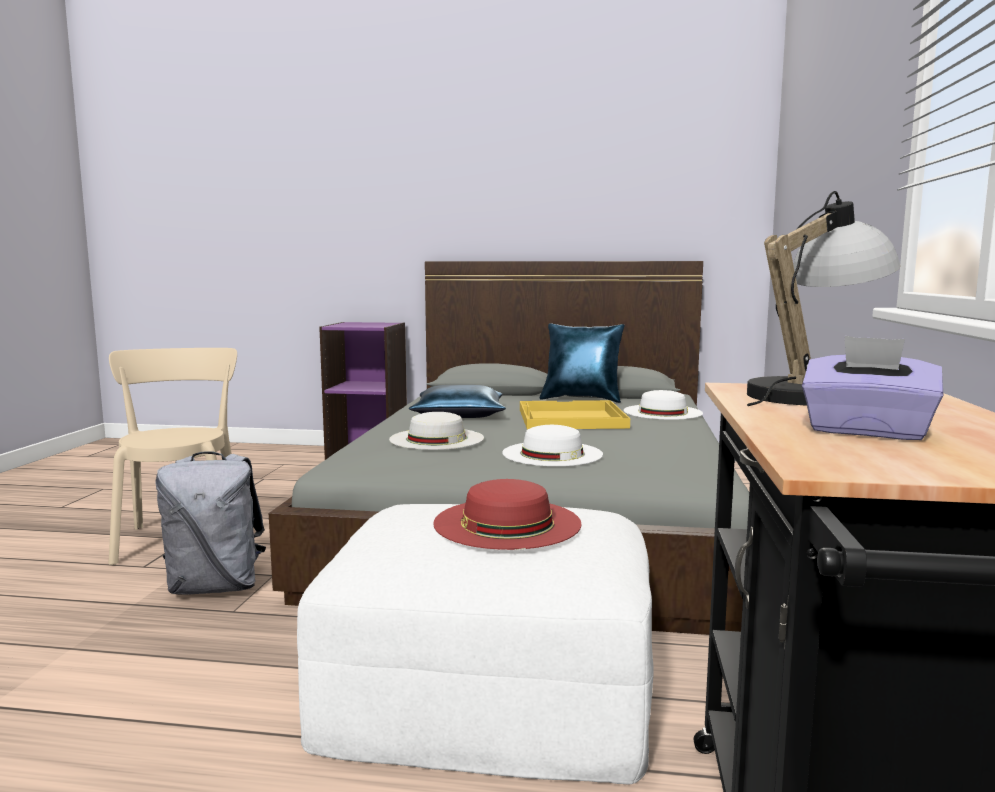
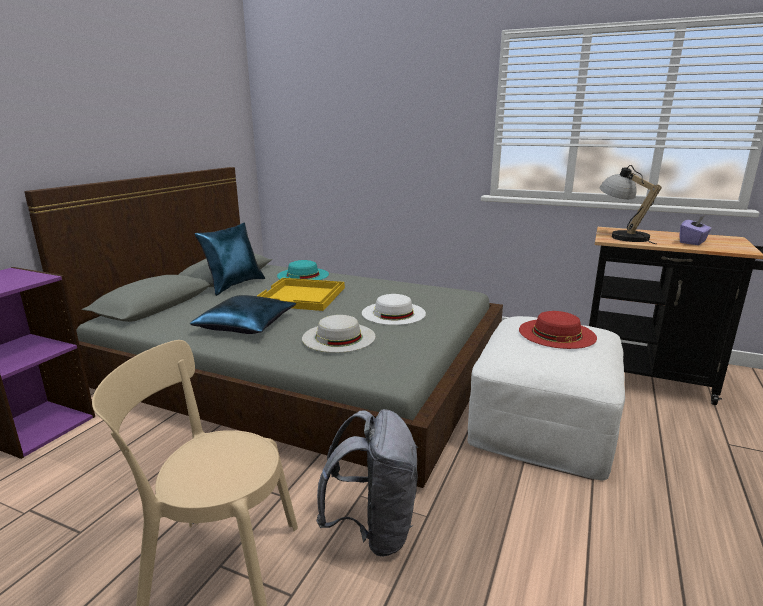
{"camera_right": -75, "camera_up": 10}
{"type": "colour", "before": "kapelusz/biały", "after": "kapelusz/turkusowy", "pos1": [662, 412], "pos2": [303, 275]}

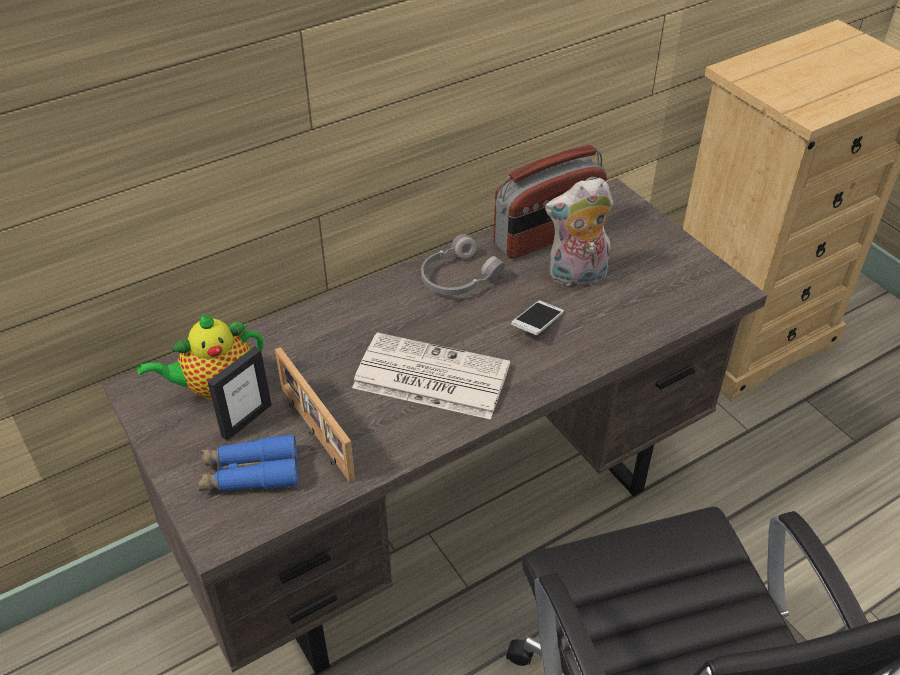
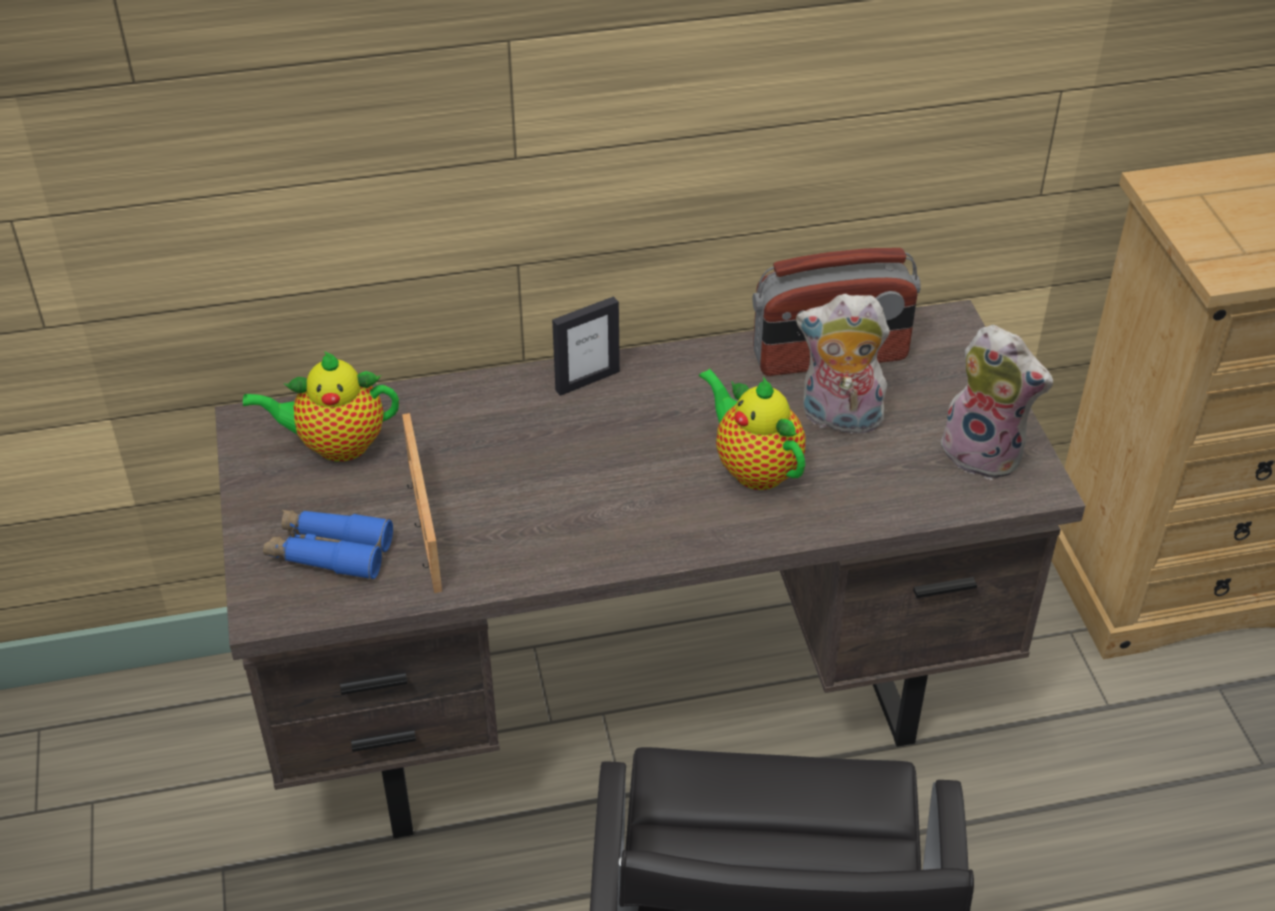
{"camera_right": 20, "camera_up": 0}
{"type": "relocated", "before": "ramka na zdjęcie", "pos1": [246, 420], "pos2": [587, 380]}
{"type": "exchanged", "before": "telefon", "after": "imbryk", "pos1": [537, 324], "pos2": [754, 467]}
{"type": "appeared", "after": "pluszak", "pos2": [985, 453]}
{"type": "missing", "before": "gazeta", "pos1": [429, 377]}
{"type": "missing", "before": "słuchawki/szary", "pos1": [457, 277]}

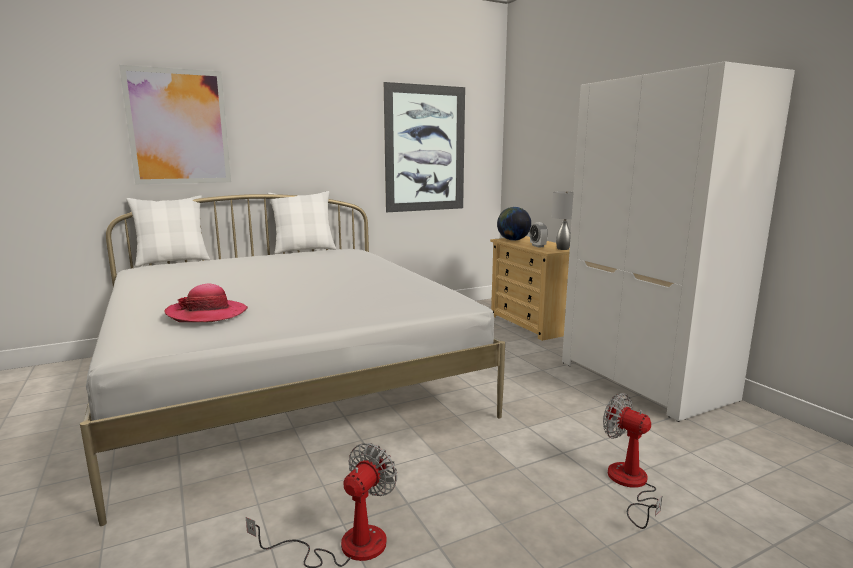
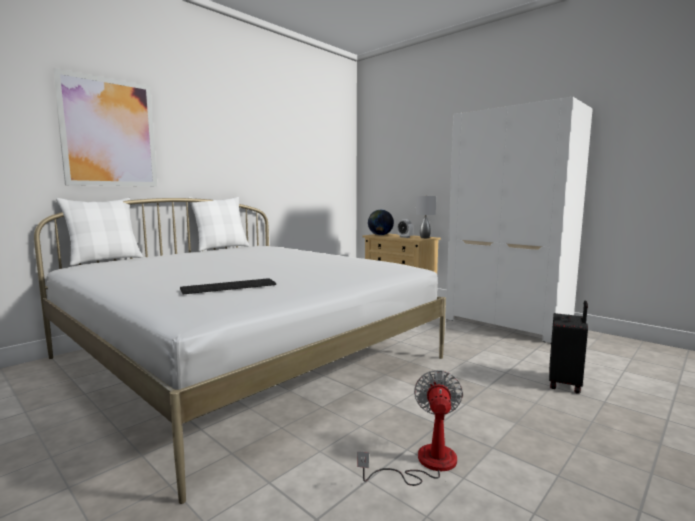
{"camera_right": -20, "camera_up": -5}
{"type": "exchanged", "before": "kapelusz", "after": "klawiatura", "pos1": [207, 314], "pos2": [230, 287]}
{"type": "exchanged", "before": "wentylator", "after": "walizka/czarny", "pos1": [630, 485], "pos2": [565, 383]}
{"type": "missing", "before": "obraz", "pos1": [425, 149]}

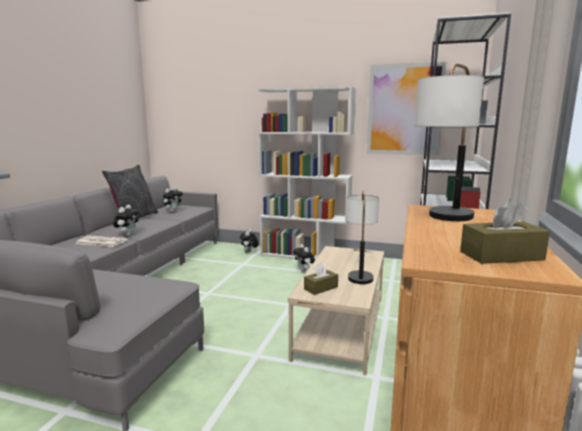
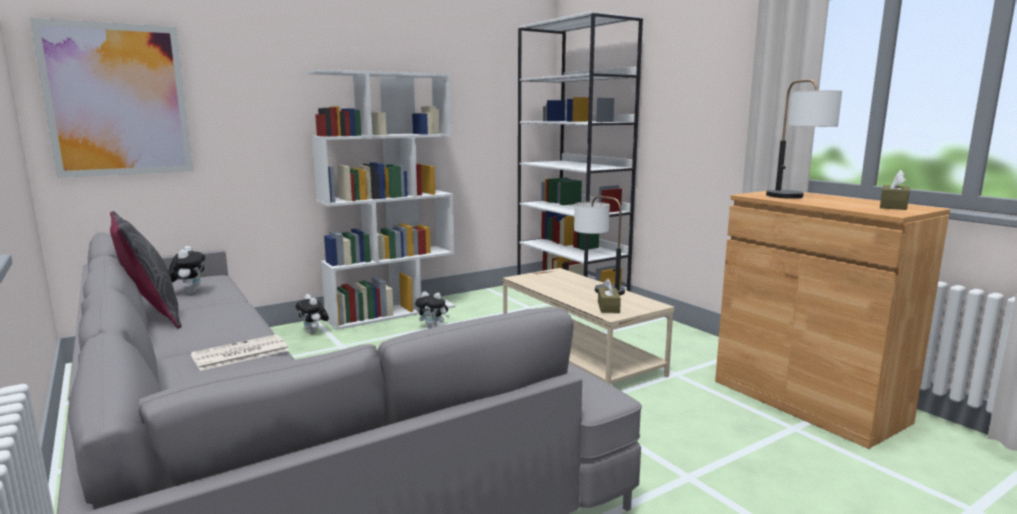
{"camera_right": -50, "camera_up": 0}
{"type": "relocated", "before": "obraz", "pos1": [404, 109], "pos2": [117, 100]}
{"type": "missing", "before": "pluszak", "pos1": [128, 235]}

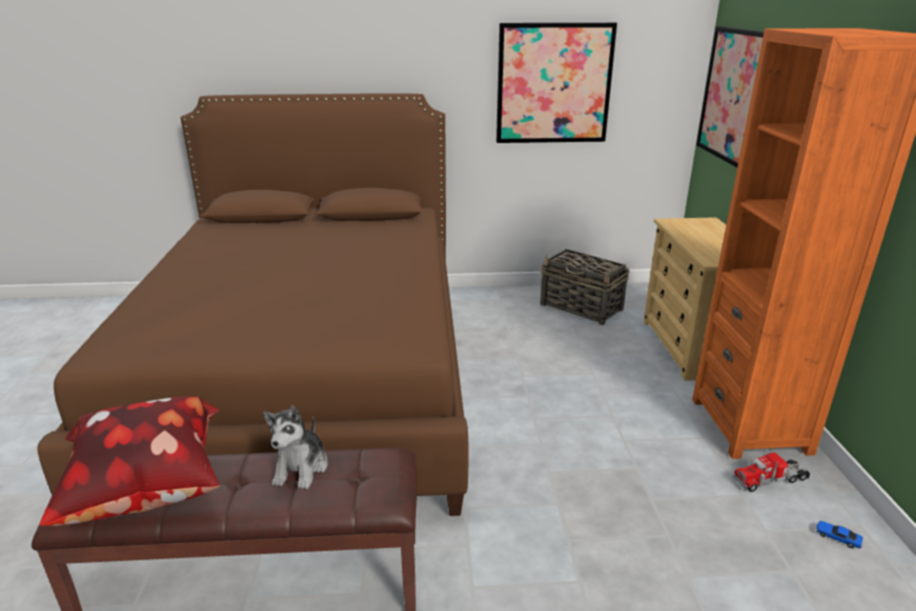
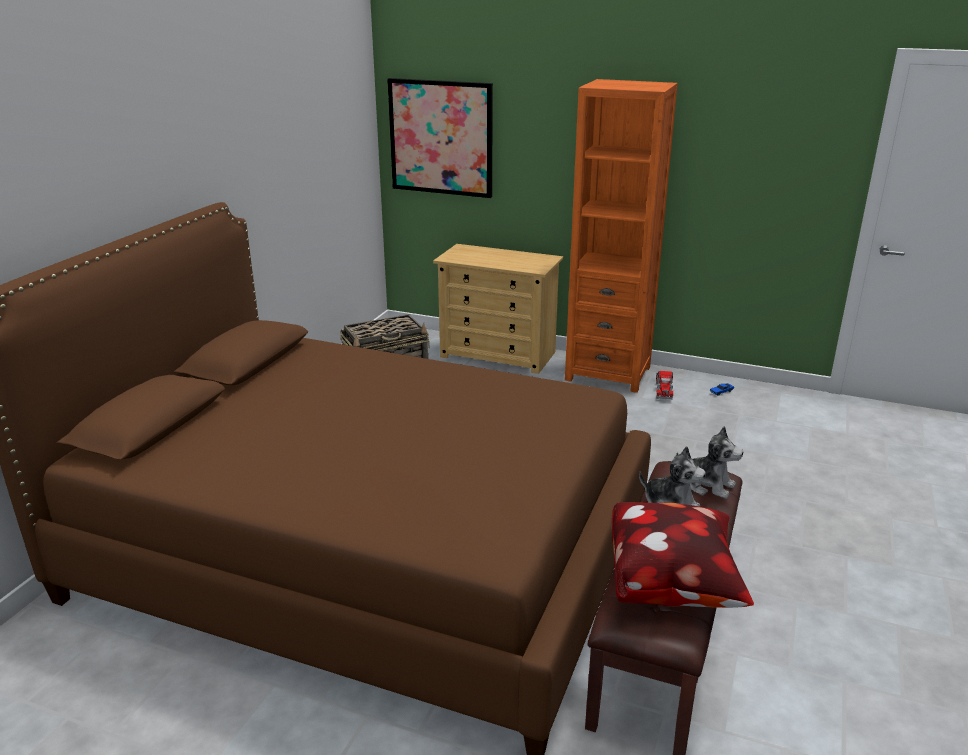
{"camera_right": -65, "camera_up": 0}
{"type": "appeared", "after": "pluszak", "pos2": [707, 485]}
{"type": "missing", "before": "obraz", "pos1": [553, 84]}

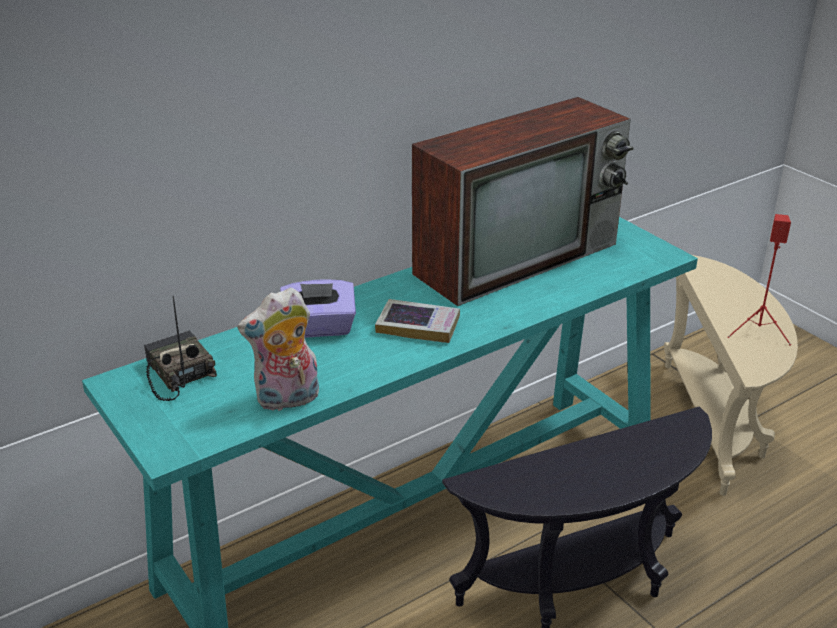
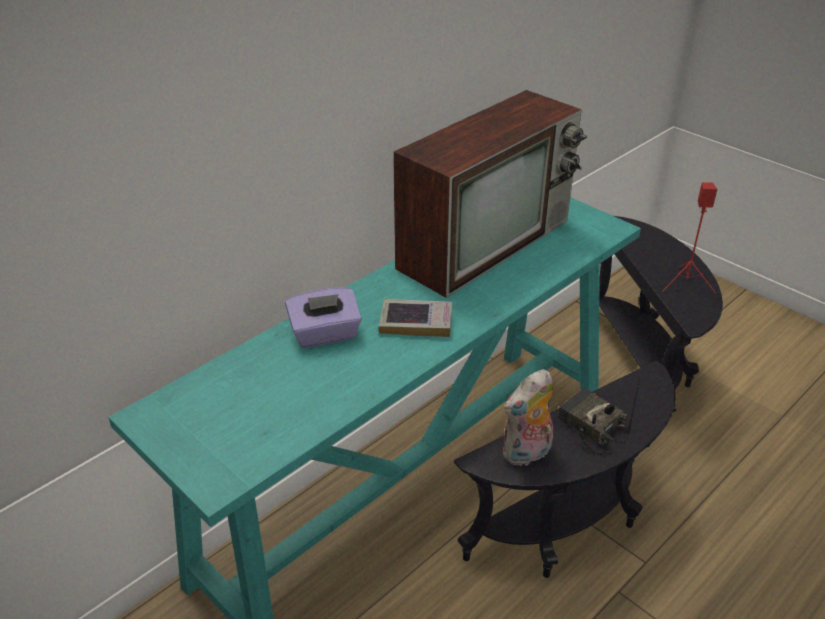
{"camera_right": -10, "camera_up": 5}
{"type": "relocated", "before": "pluszak", "pos1": [287, 400], "pos2": [527, 454]}
{"type": "relocated", "before": "radio", "pos1": [177, 373], "pos2": [590, 427]}
{"type": "colour", "before": "stolik/beżowy", "after": "stolik/czarny", "pos1": [716, 424], "pos2": [644, 360]}

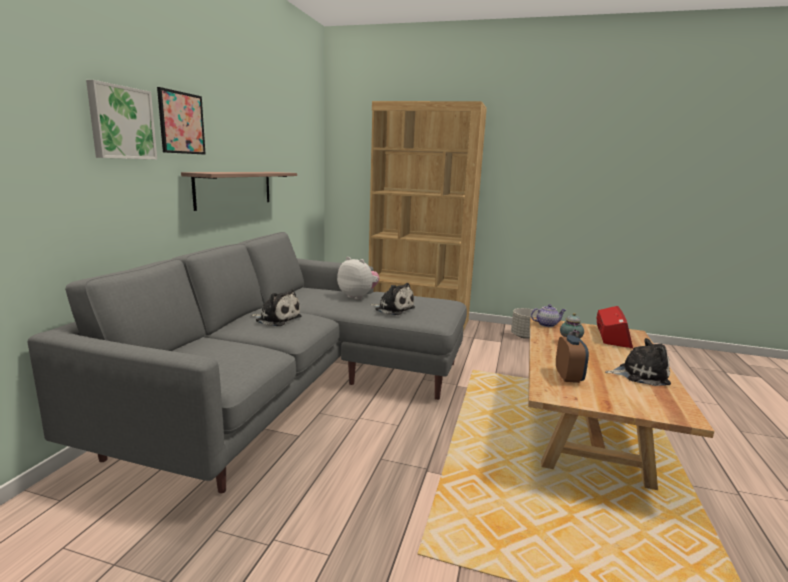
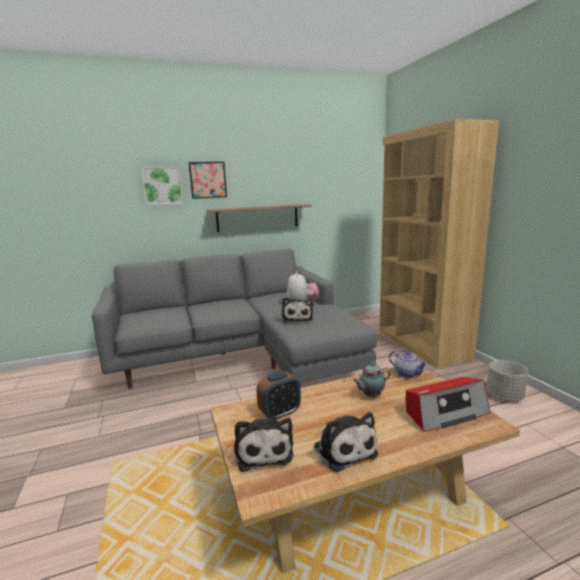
{"camera_right": 55, "camera_up": 0}
{"type": "relocated", "before": "pluszak", "pos1": [276, 319], "pos2": [263, 451]}

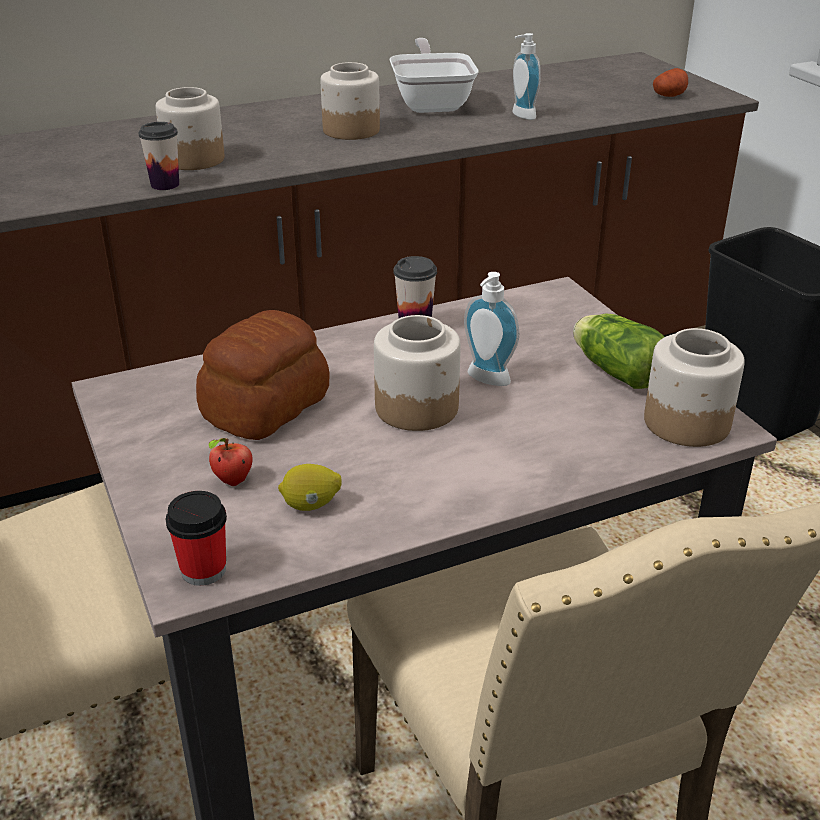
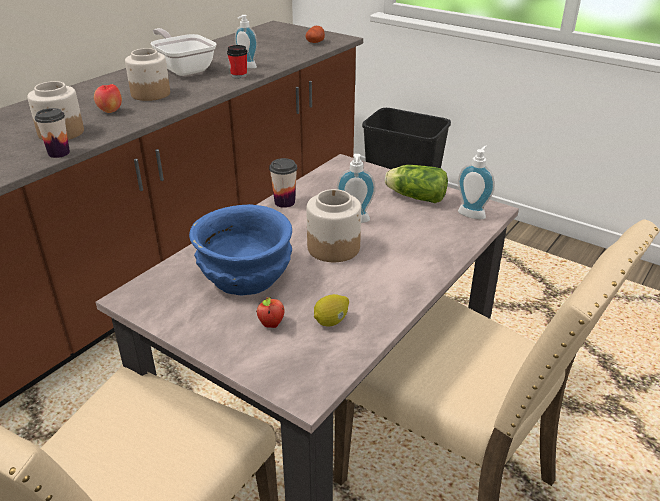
{"camera_right": -30, "camera_up": 0}
{"type": "appeared", "after": "jabłko", "pos2": [110, 111]}
{"type": "exchanged", "before": "chleb", "after": "miska/niebieski", "pos1": [268, 407], "pos2": [247, 275]}
{"type": "relocated", "before": "filiżanka", "pos1": [203, 570], "pos2": [239, 76]}
{"type": "exchanged", "before": "słoik", "after": "dozownik mydła", "pos1": [685, 422], "pos2": [472, 213]}

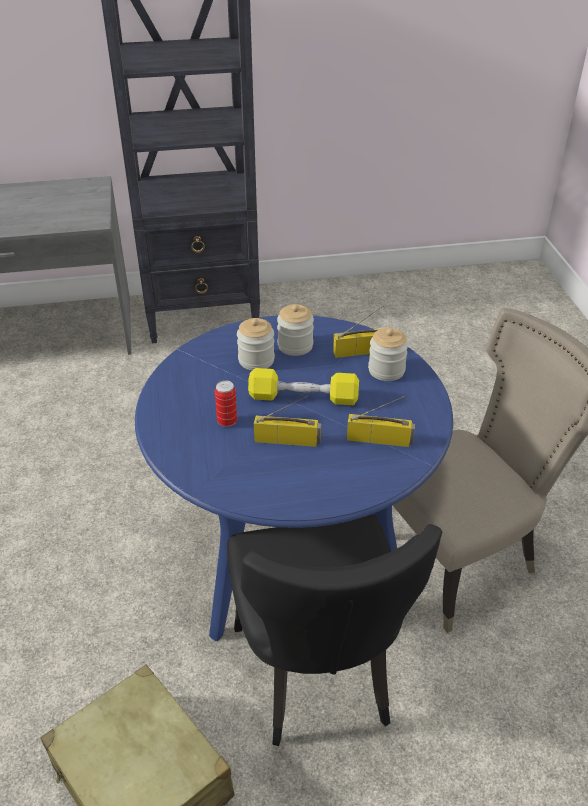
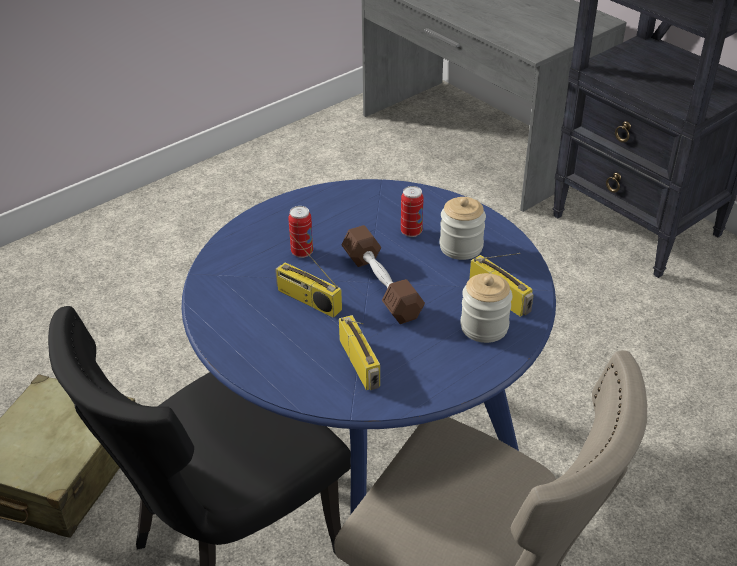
{"camera_right": 60, "camera_up": 0}
{"type": "spun", "before": "radio", "pos1": [287, 439], "pos2": [307, 300], "turn": 150}
{"type": "colour", "before": "hantel/żółty", "after": "hantel/brązowy", "pos1": [303, 397], "pos2": [381, 285]}
{"type": "exchanged", "before": "słoik", "after": "puszka", "pos1": [256, 360], "pos2": [411, 232]}

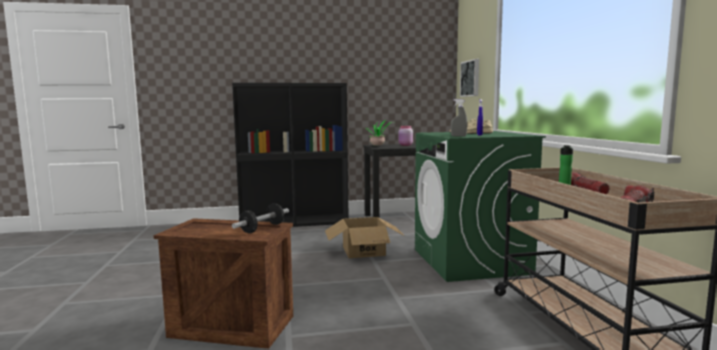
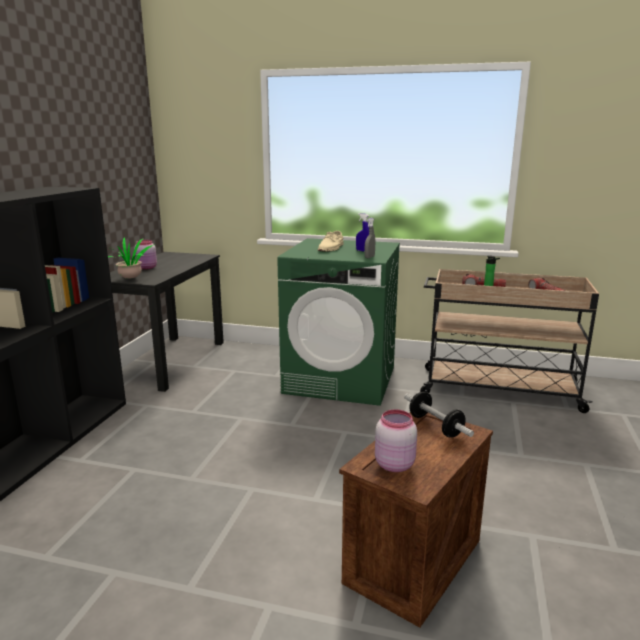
{"camera_right": -65, "camera_up": 10}
{"type": "appeared", "after": "słoik/różowy", "pos2": [393, 464]}
{"type": "missing", "before": "karton", "pos1": [364, 251]}
{"type": "missing", "before": "obraz", "pos1": [471, 78]}

